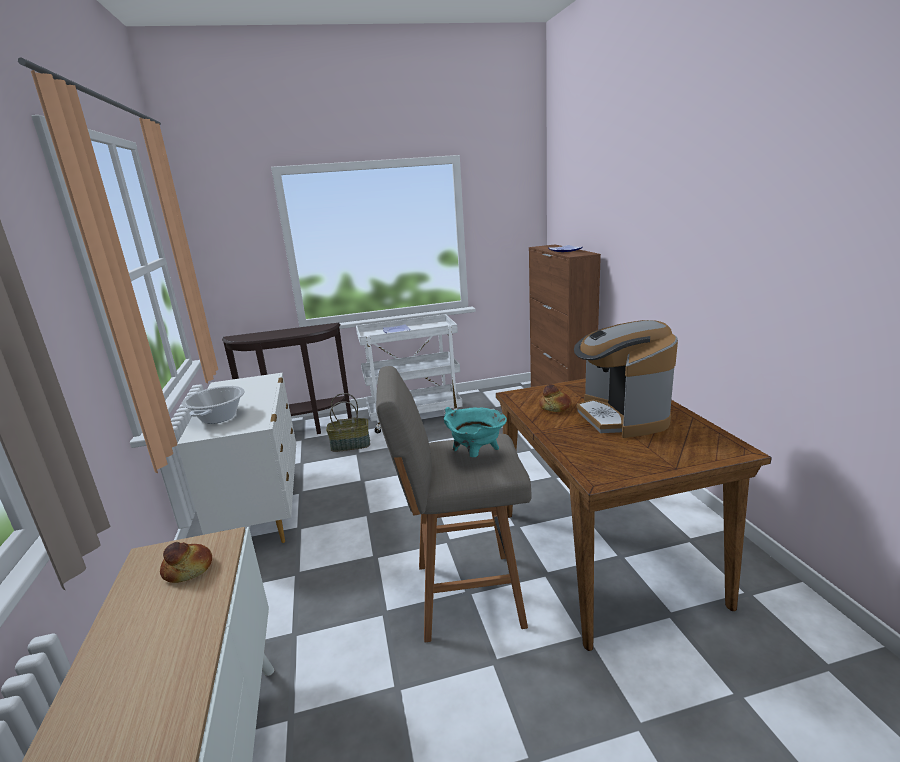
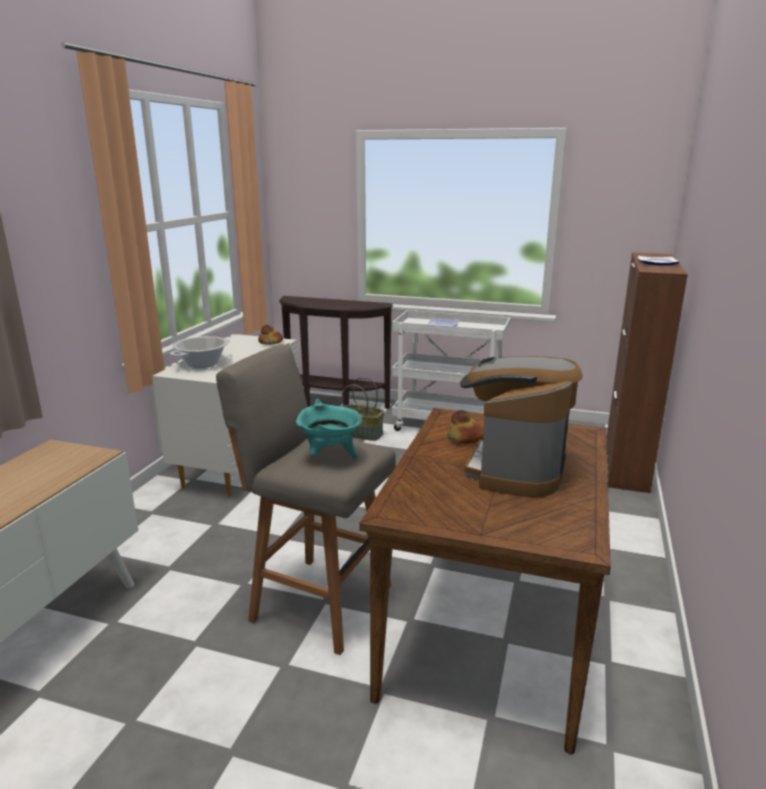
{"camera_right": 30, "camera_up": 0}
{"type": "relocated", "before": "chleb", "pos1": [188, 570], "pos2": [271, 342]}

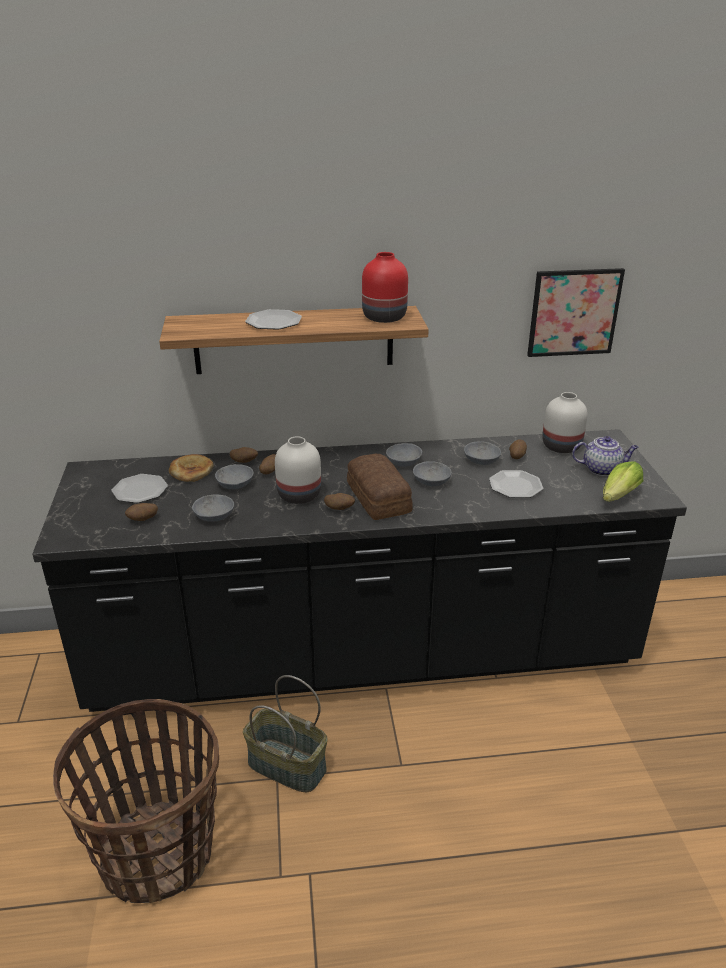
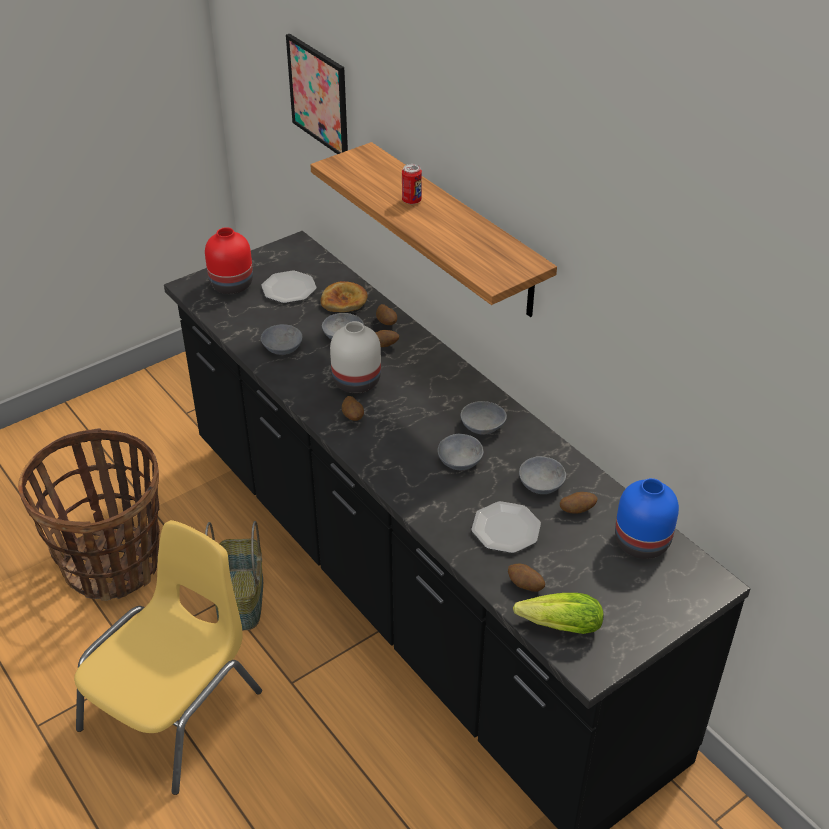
{"camera_right": 60, "camera_up": 10}
{"type": "appeared", "after": "krzesło/żółty", "pos2": [175, 710]}
{"type": "relocated", "before": "wazon/czerwony", "pos1": [383, 317], "pos2": [230, 285]}
{"type": "relocated", "before": "obraz", "pos1": [574, 312], "pos2": [319, 95]}
{"type": "exchanged", "before": "talerz", "after": "puszka", "pos1": [273, 322], "pos2": [411, 200]}
{"type": "relocated", "before": "ziemniak", "pos1": [143, 520], "pos2": [525, 586]}
{"type": "colour", "before": "wazon/biały", "after": "wazon/niebieski", "pos1": [562, 446], "pos2": [642, 543]}
{"type": "missing", "before": "chleb", "pos1": [377, 498]}
{"type": "missing", "before": "imbryk", "pos1": [602, 469]}

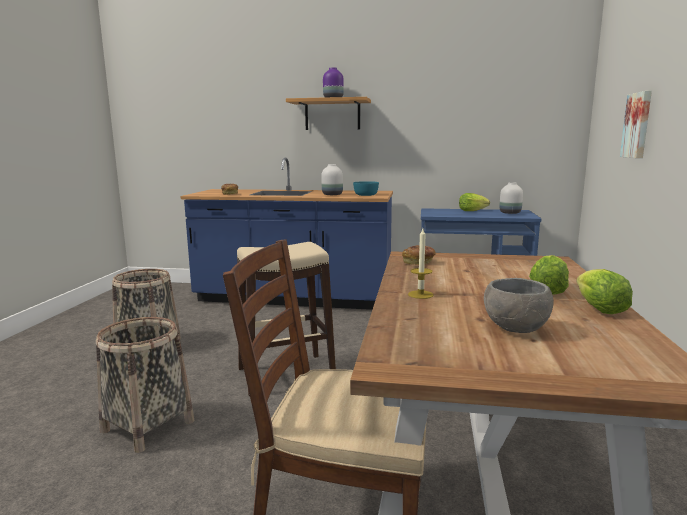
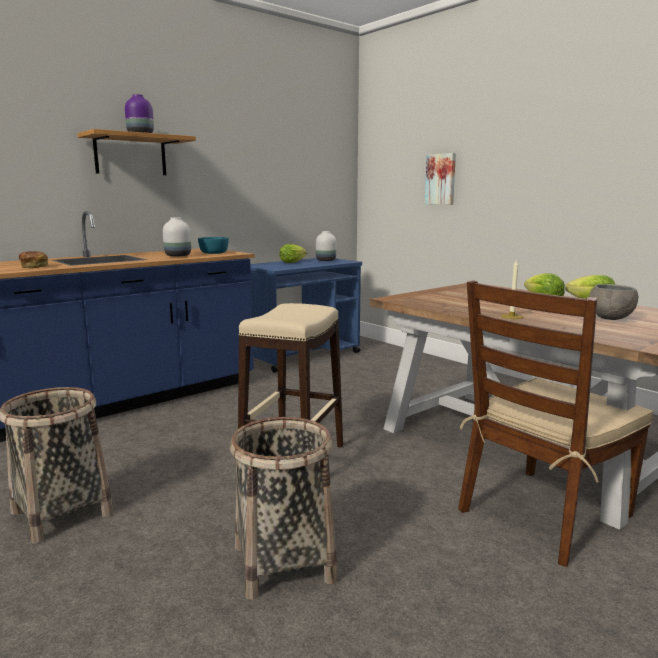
{"camera_right": -50, "camera_up": 0}
{"type": "missing", "before": "chleb", "pos1": [418, 263]}

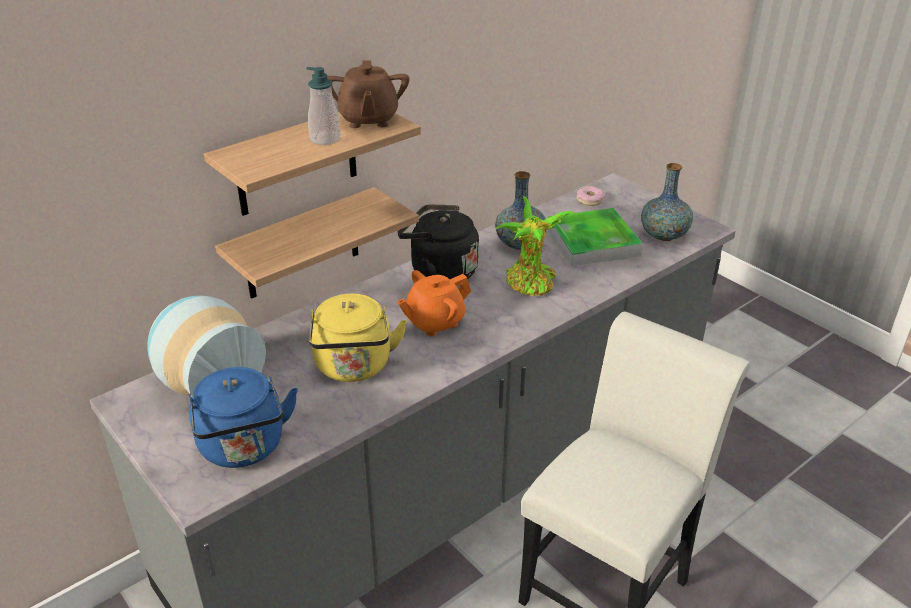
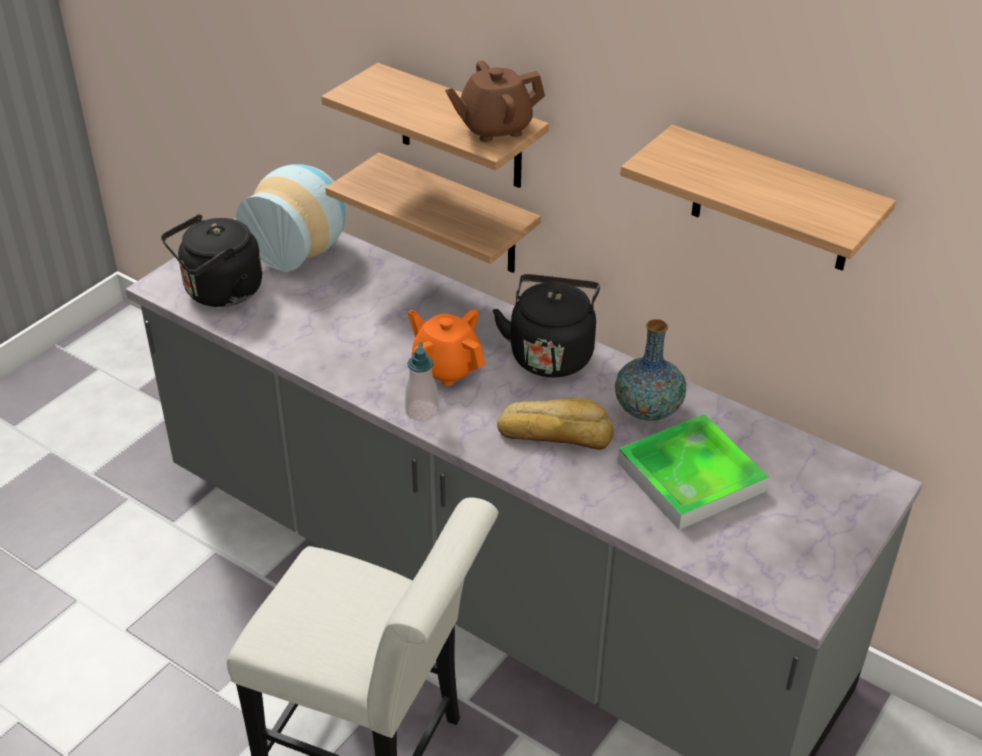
{"camera_right": 75, "camera_up": 5}
{"type": "colour", "before": "czajnik/niebieski", "after": "czajnik/czarny", "pos1": [244, 448], "pos2": [219, 293]}
{"type": "relocated", "before": "dozownik mydła", "pos1": [325, 139], "pos2": [422, 411]}
{"type": "exchanged", "before": "roślina doniczkowa", "after": "chleb", "pos1": [530, 285], "pos2": [555, 432]}
{"type": "appeared", "after": "półka", "pos2": [772, 201]}
{"type": "missing", "before": "czajnik/żółty", "pos1": [354, 367]}
{"type": "missing", "before": "donut", "pos1": [589, 200]}
{"type": "missing", "before": "wazon", "pos1": [664, 235]}

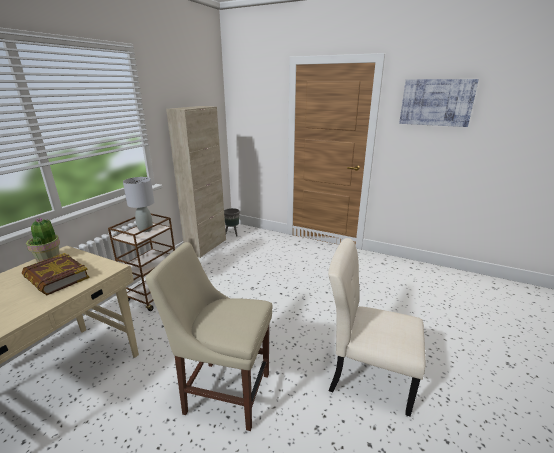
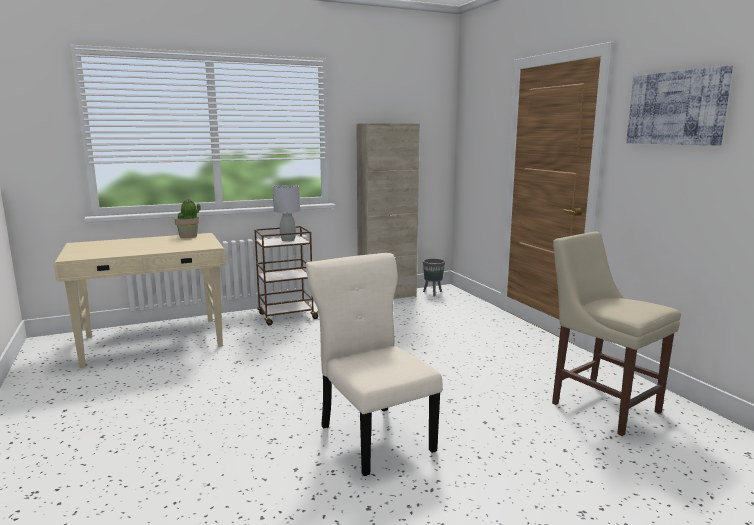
{"camera_right": 40, "camera_up": -10}
{"type": "relocated", "before": "krzesło/beżowy", "pos1": [223, 391], "pos2": [601, 405]}
{"type": "missing", "before": "książka", "pos1": [56, 278]}

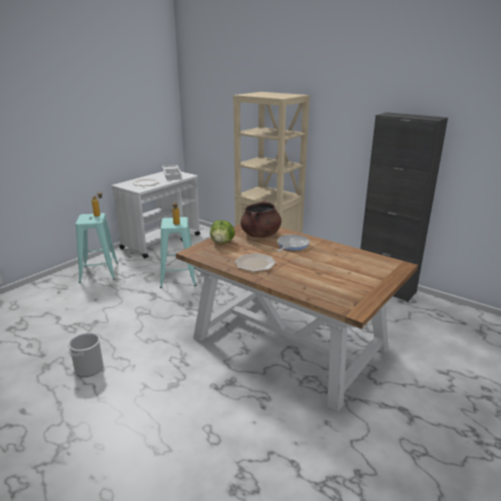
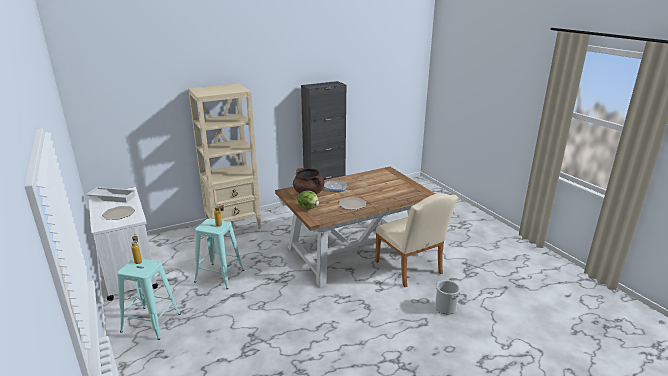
{"camera_right": -65, "camera_up": 0}
{"type": "appeared", "after": "krzesło/beżowy", "pos2": [411, 269]}
{"type": "relocated", "before": "wiadro", "pos1": [89, 368], "pos2": [445, 308]}

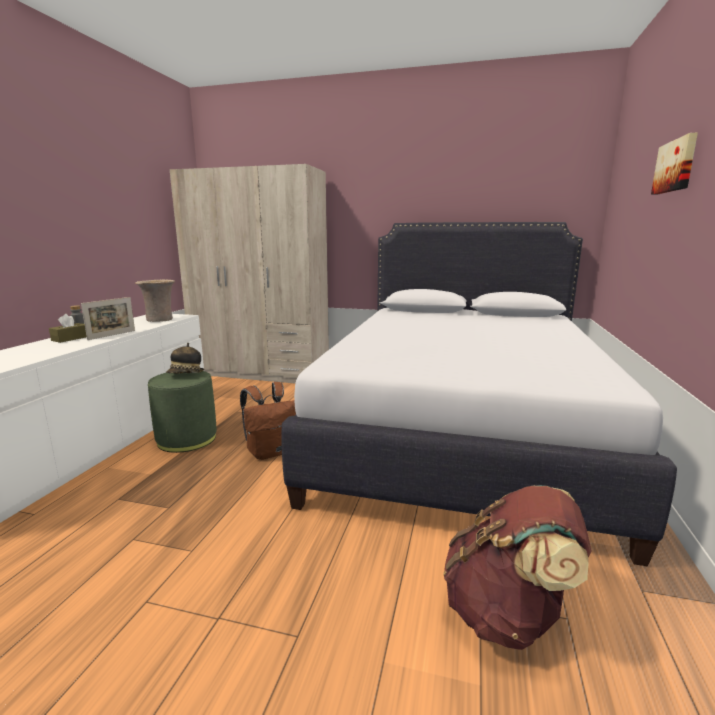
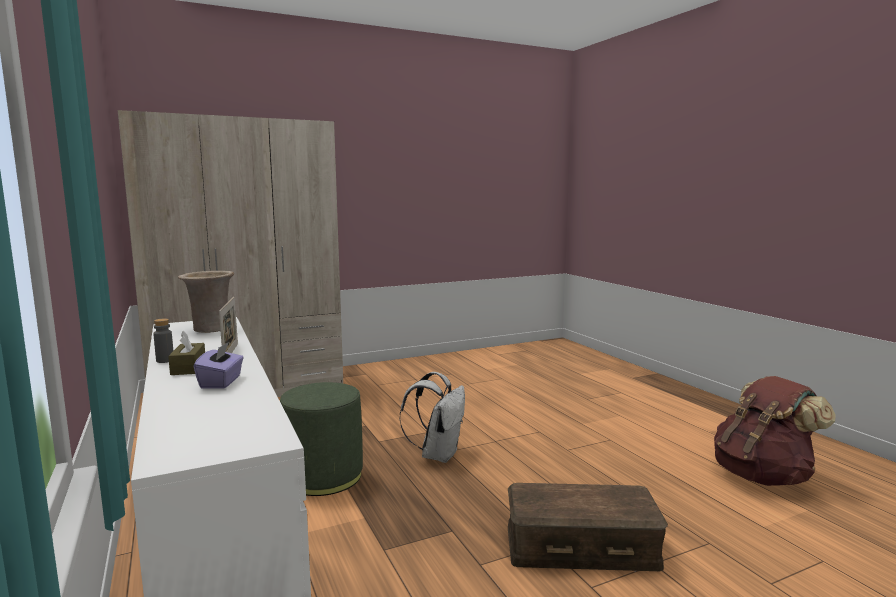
{"camera_right": -40, "camera_up": -5}
{"type": "appeared", "after": "pudełko chusteczek/fioletowy", "pos2": [221, 382]}
{"type": "colour", "before": "plecak/brązowy", "after": "plecak/biały", "pos1": [270, 452], "pos2": [438, 454]}
{"type": "appeared", "after": "pojemnik do przechowywania/brązowy", "pos2": [581, 547]}
{"type": "missing", "before": "kapelusz", "pos1": [186, 374]}
{"type": "missing", "before": "łóżko/biały", "pos1": [460, 432]}
{"type": "missing", "before": "obraz", "pos1": [676, 166]}

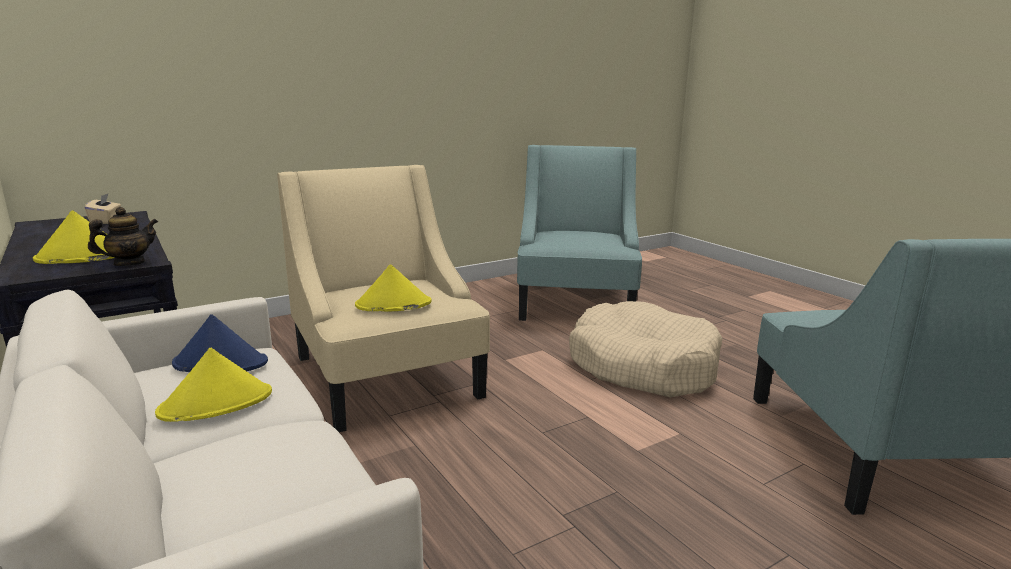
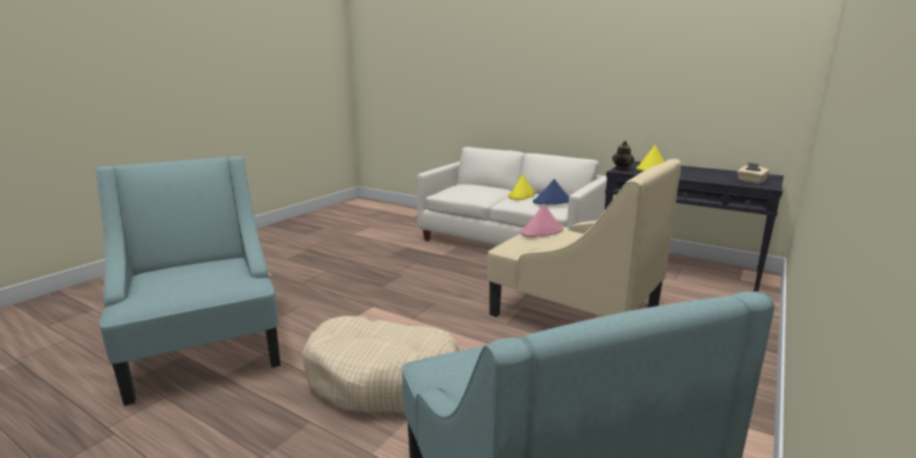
{"camera_right": 155, "camera_up": 0}
{"type": "colour", "before": "kapelusz/żółty", "after": "kapelusz/różowy", "pos1": [393, 304], "pos2": [542, 231]}

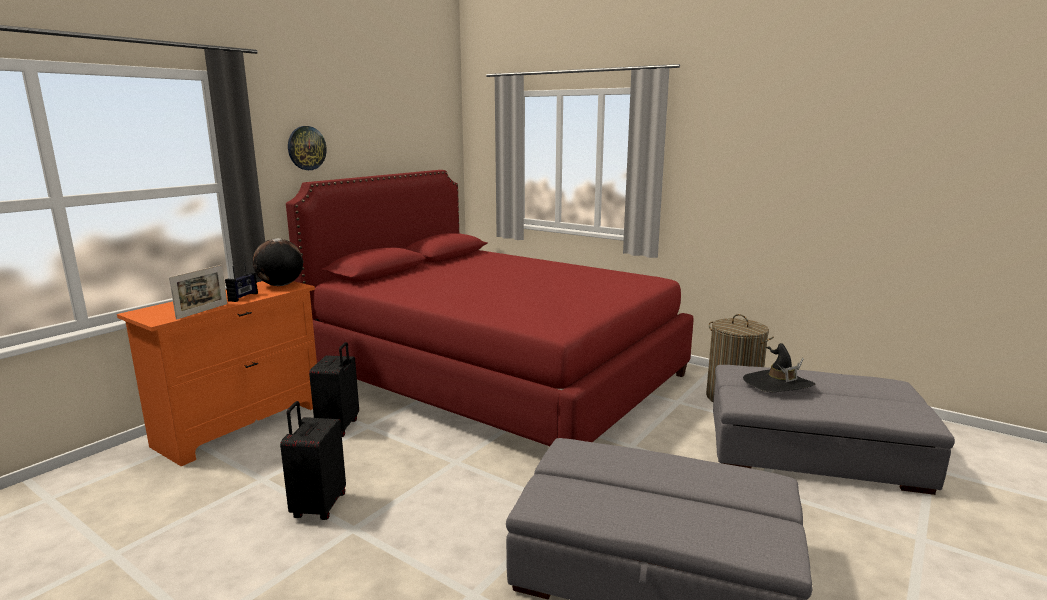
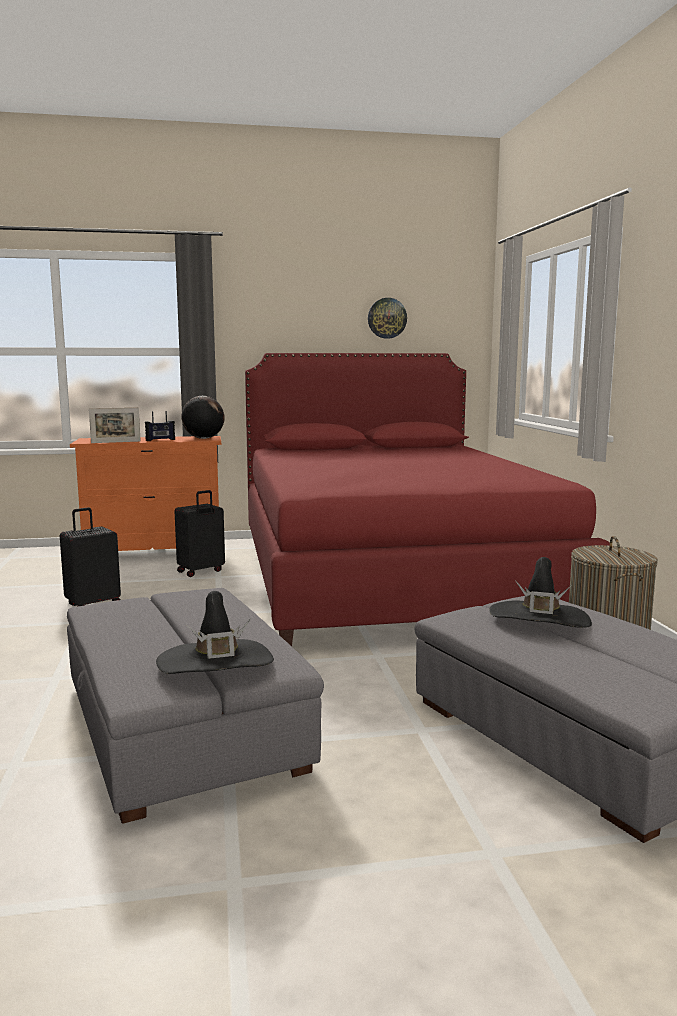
{"camera_right": 45, "camera_up": -5}
{"type": "appeared", "after": "kapelusz/czarny", "pos2": [216, 664]}
{"type": "relocated", "before": "zegar ścienny", "pos1": [306, 148], "pos2": [387, 318]}

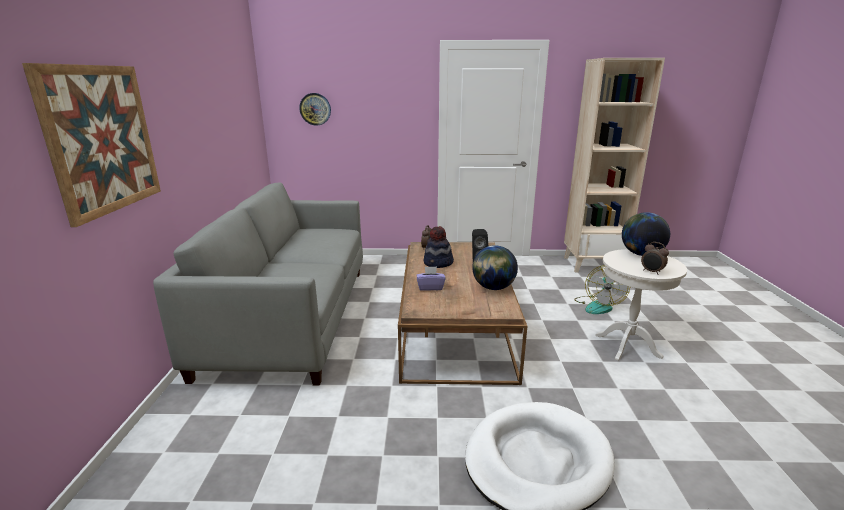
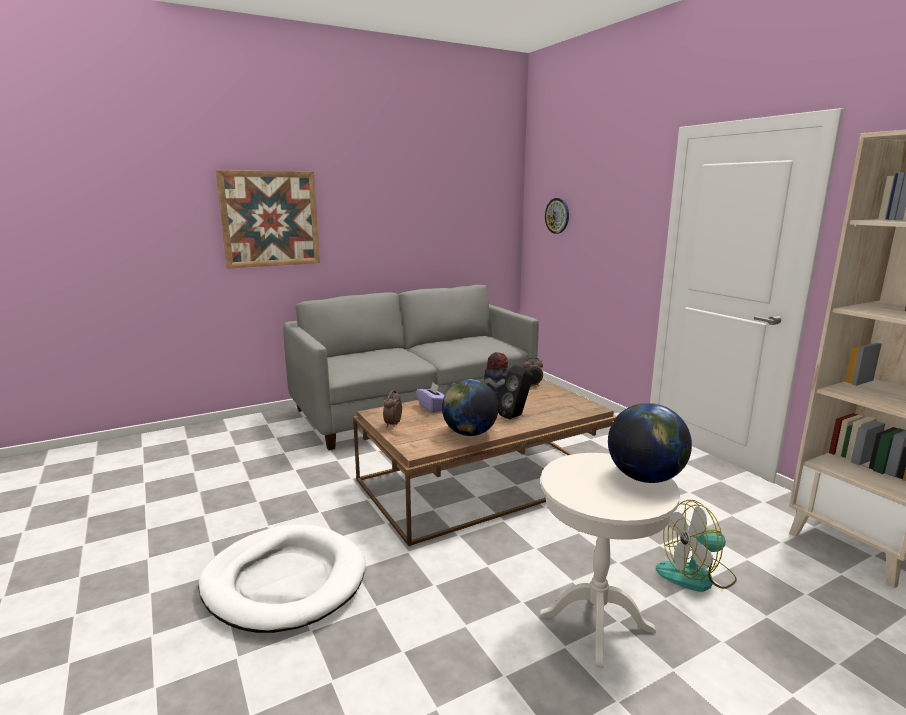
{"camera_right": 60, "camera_up": -5}
{"type": "relocated", "before": "budzik", "pos1": [651, 272], "pos2": [392, 424]}

